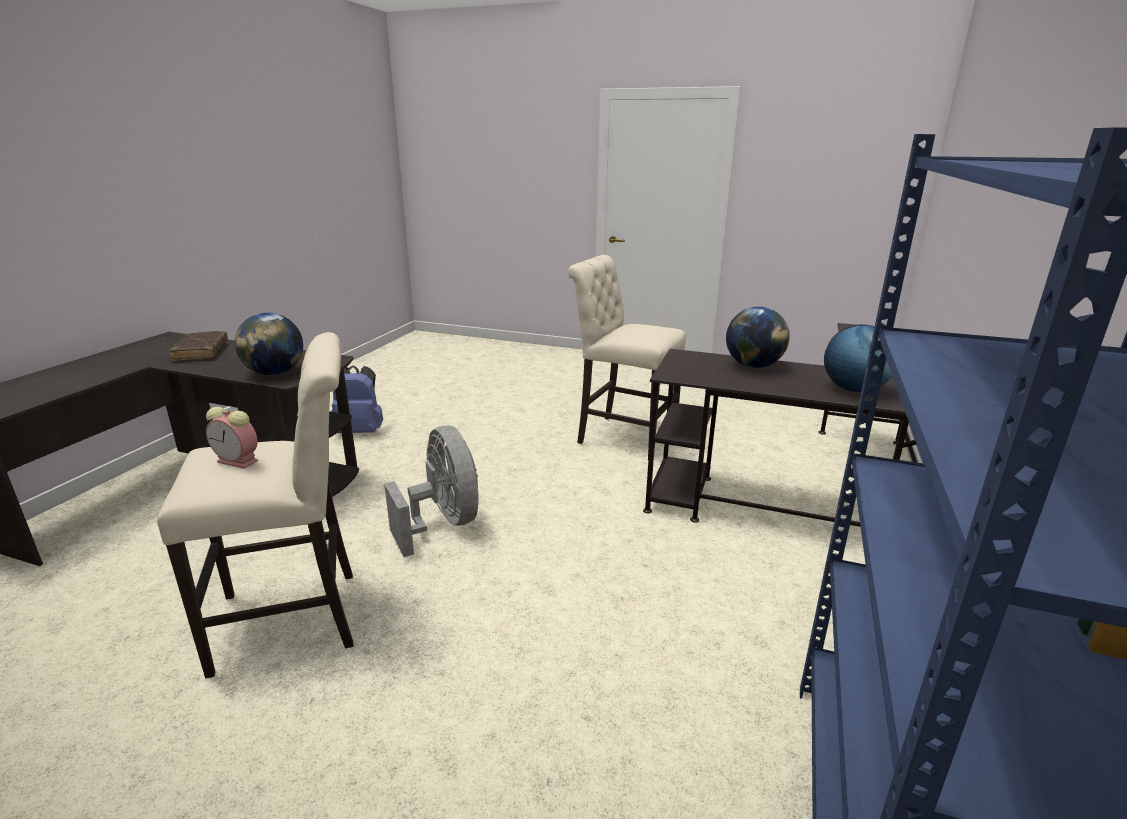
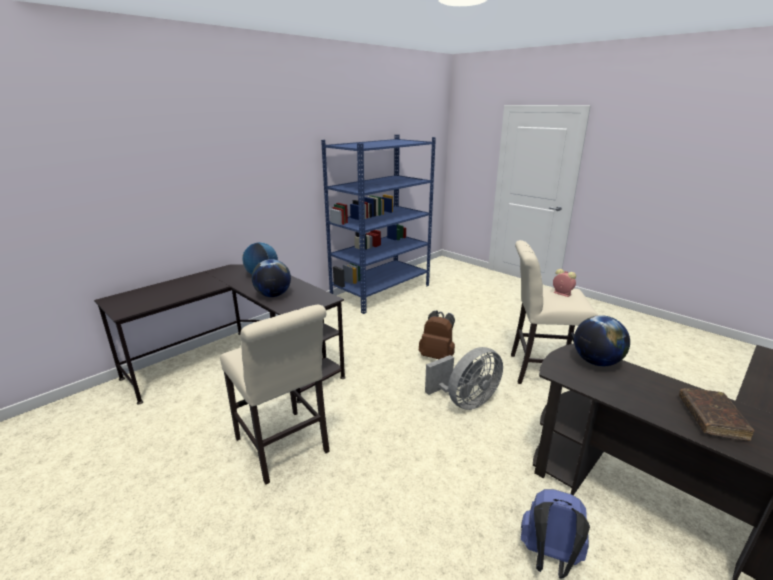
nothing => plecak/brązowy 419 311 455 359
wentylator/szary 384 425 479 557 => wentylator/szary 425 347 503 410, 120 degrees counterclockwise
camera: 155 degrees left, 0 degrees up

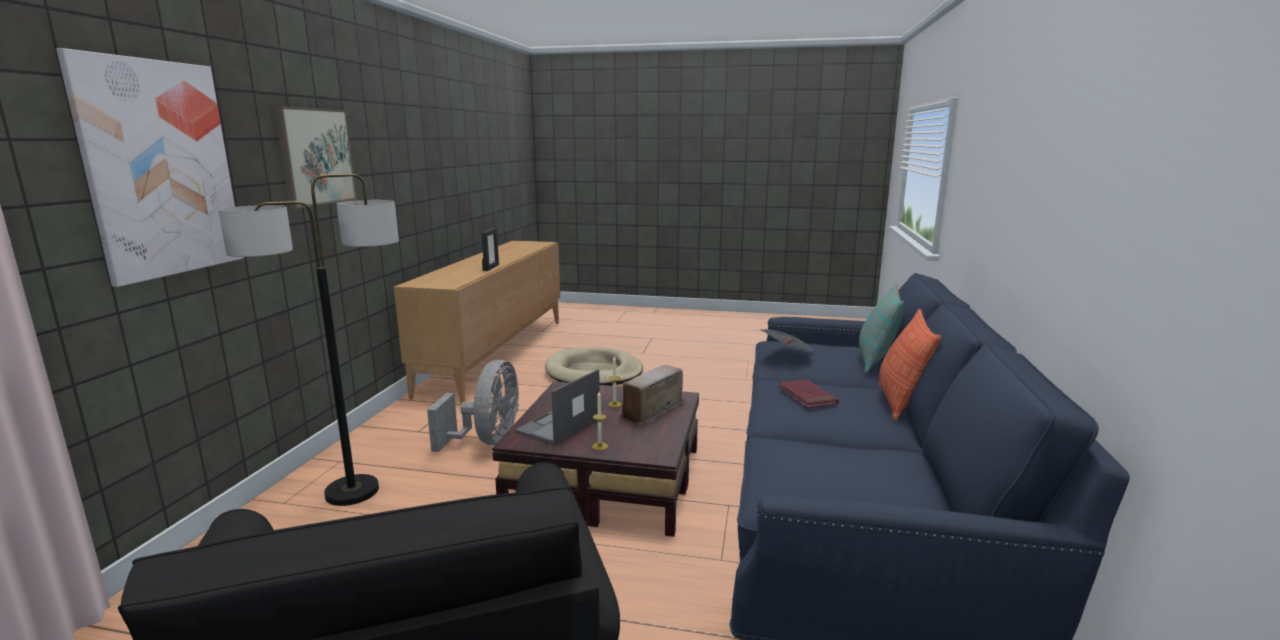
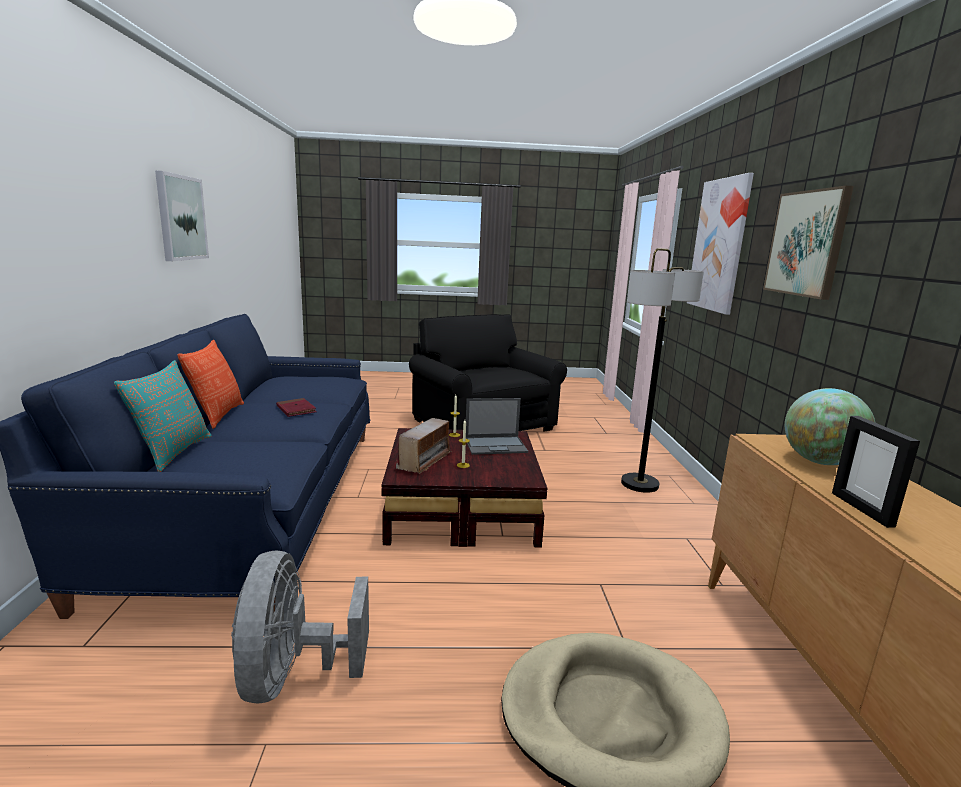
gazeta 761 329 814 351 => nothing
nothing => obraz 155 171 209 261
nothing => globus 785 388 875 465
wentylator/szary 427 360 519 452 => wentylator/szary 231 550 369 703, relocated
laptop 515 369 600 445 => laptop 466 398 528 455, 60 degrees clockwise
camera: 165 degrees right, 0 degrees up

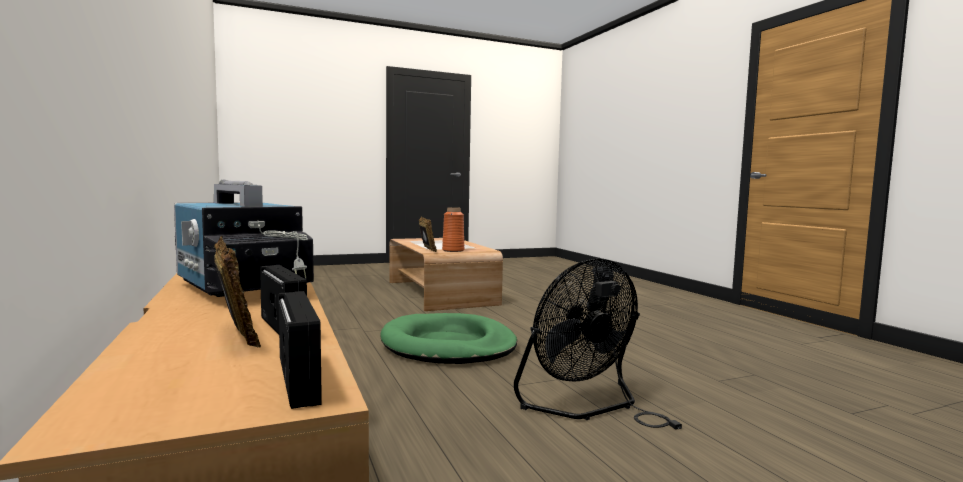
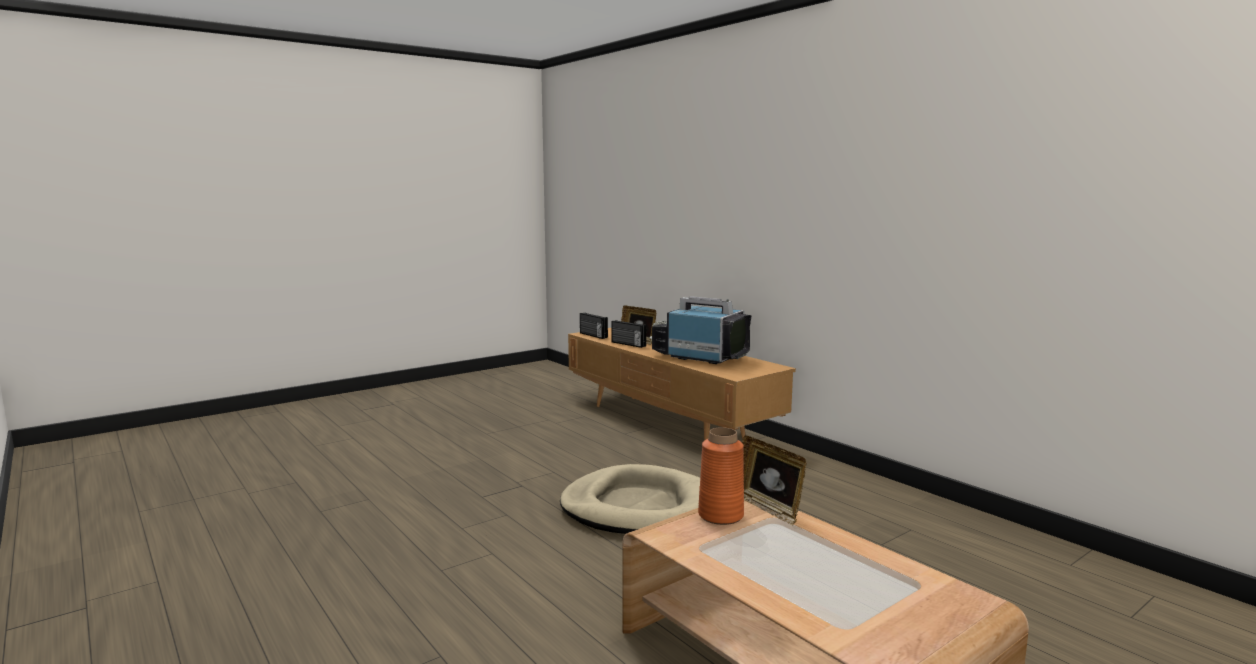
wentylator/czarny 514 259 682 430 => nothing
legowisko/zielony 380 313 517 364 => legowisko/beżowy 560 464 700 534
camera: 165 degrees right, 5 degrees up

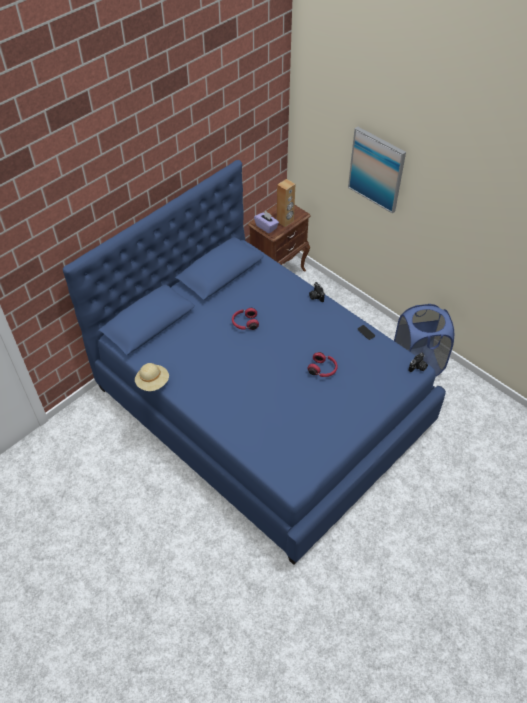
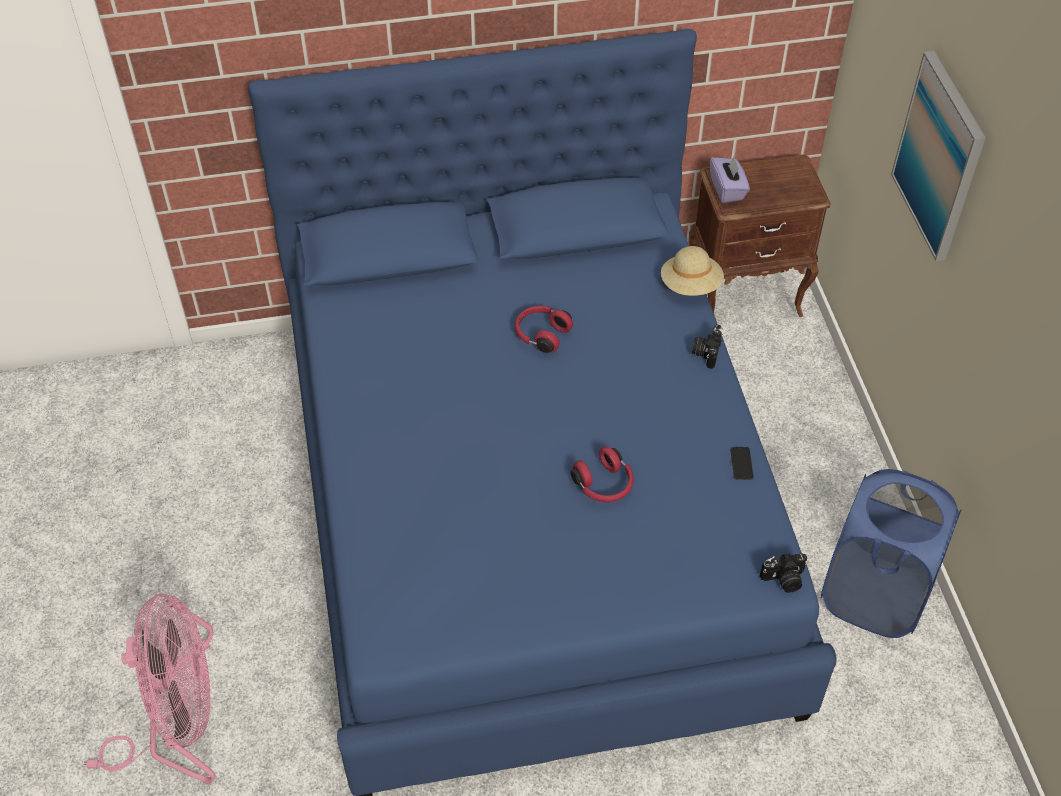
głośnik/brązowy 277 179 295 227 => nothing
nothing => wentylator/różowy 85 594 216 785
kapelusz/beżowy 135 363 169 391 => kapelusz/beżowy 661 246 724 296, relocated
camera: 35 degrees right, 0 degrees up

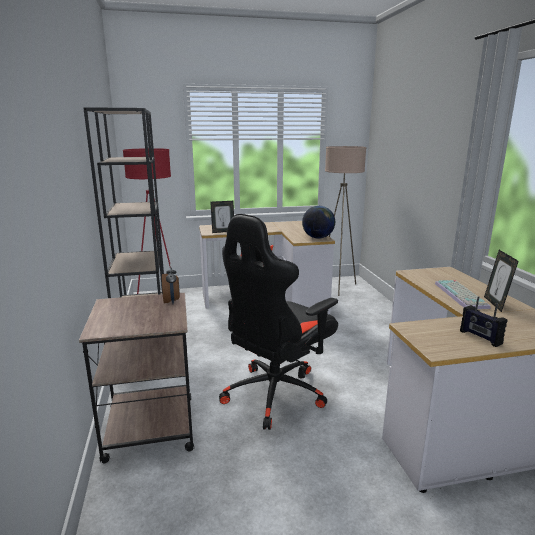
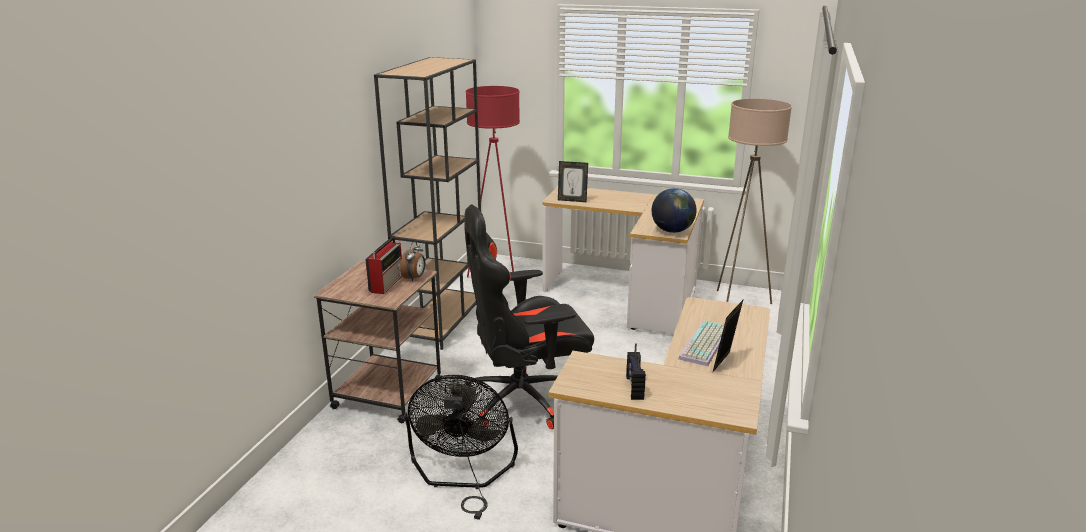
nothing => radio 365 236 402 294
nothing => wentylator/czarny 404 375 518 520
camera: 30 degrees right, 5 degrees up

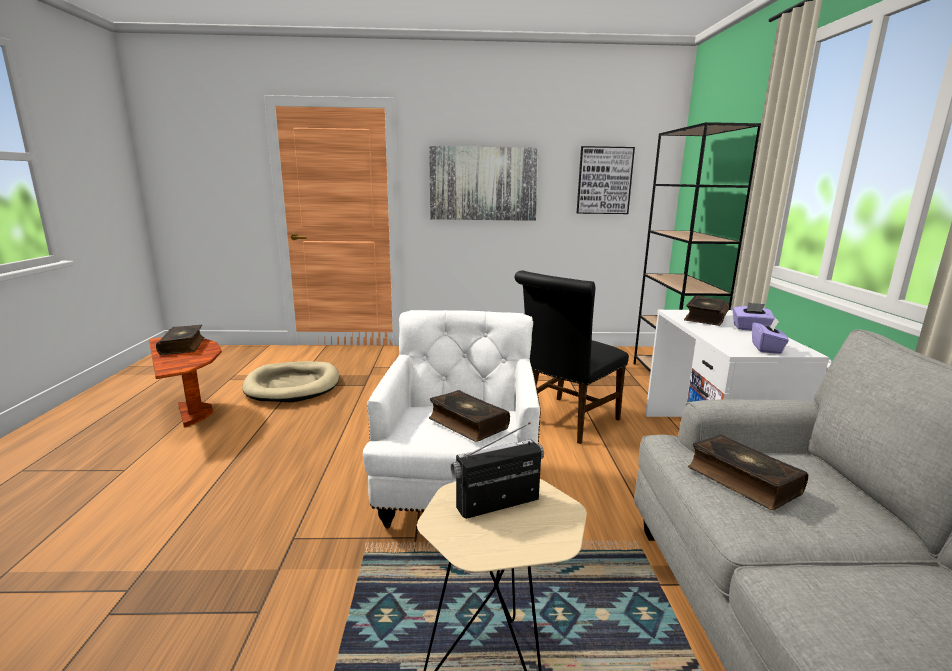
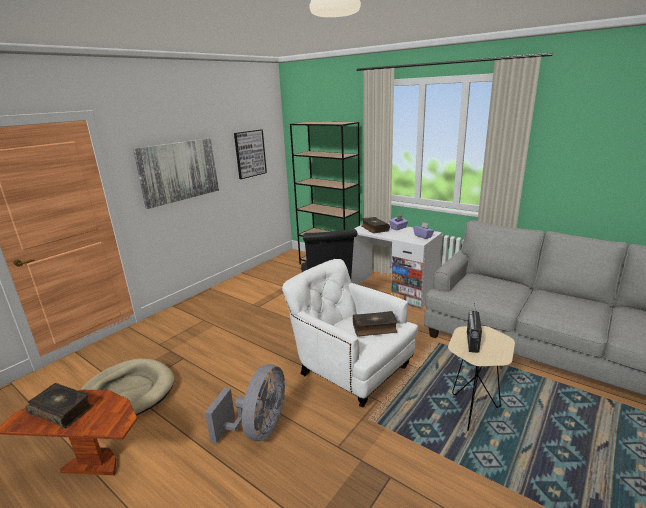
książka 688 434 808 510 => nothing
nothing => wentylator/szary 205 364 285 444
camera: 50 degrees left, 5 degrees up

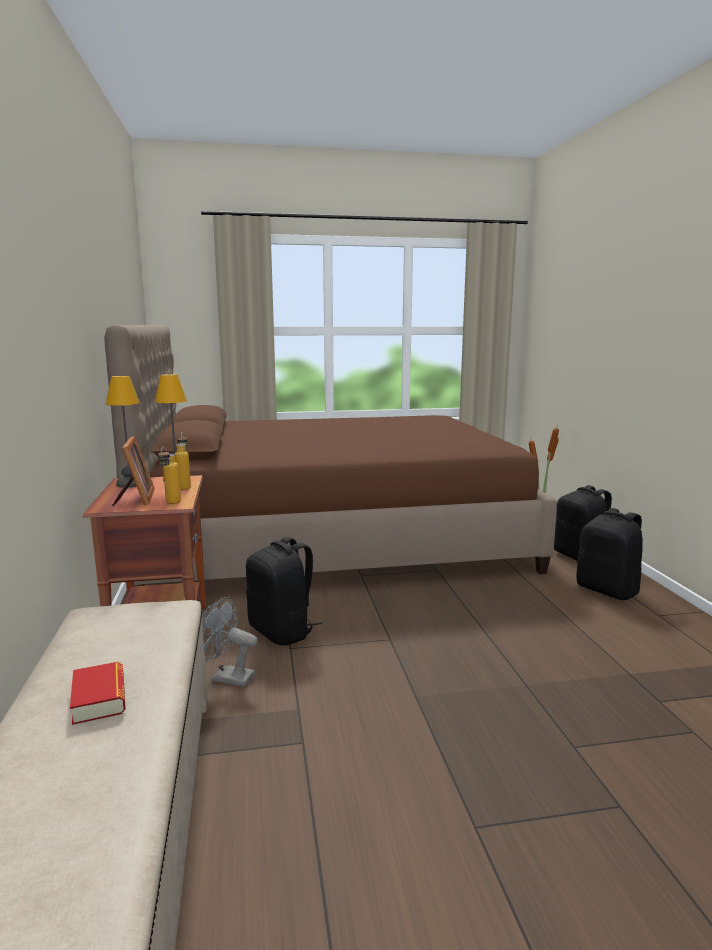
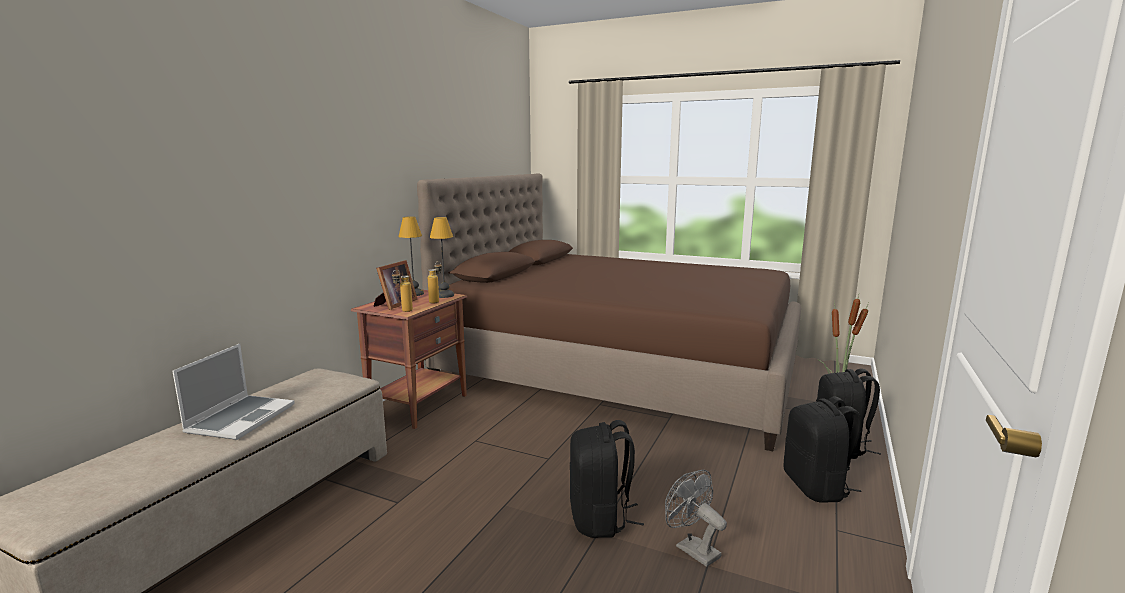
wentylator/szary 202 597 258 687 => wentylator/szary 665 470 727 567, relocated
plecak/czarny 246 537 322 646 => plecak/czarny 570 420 644 538, relocated
książka 70 662 126 725 => laptop 172 344 295 440
camera: 35 degrees right, 0 degrees up

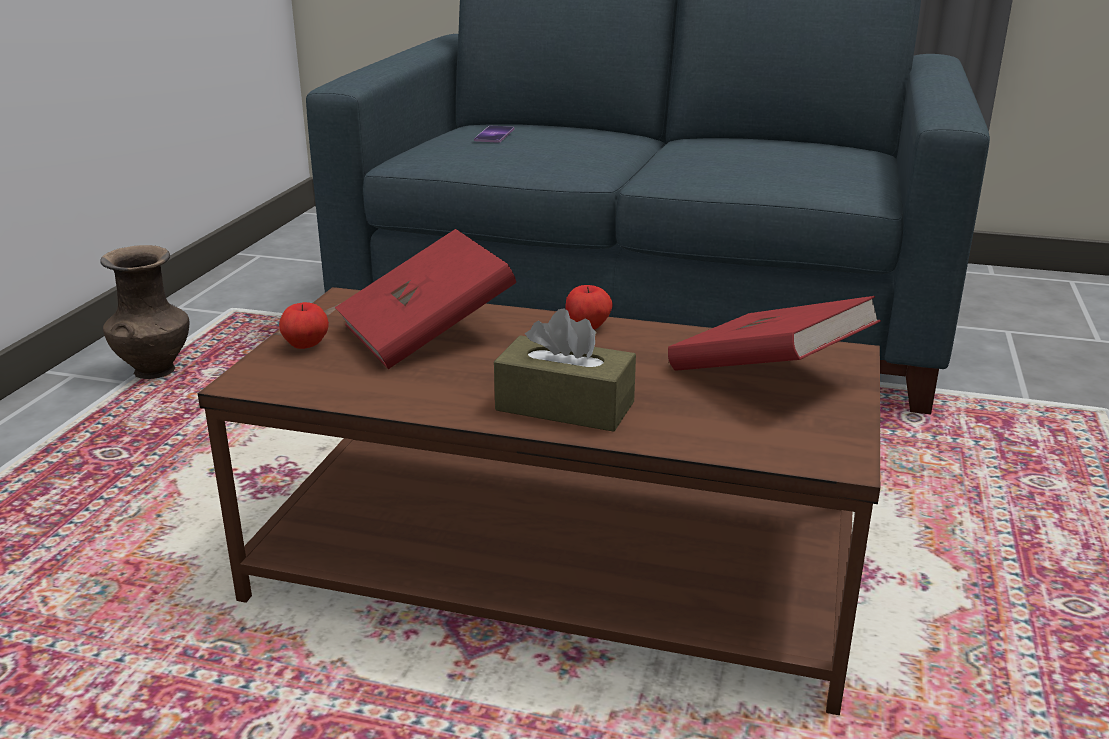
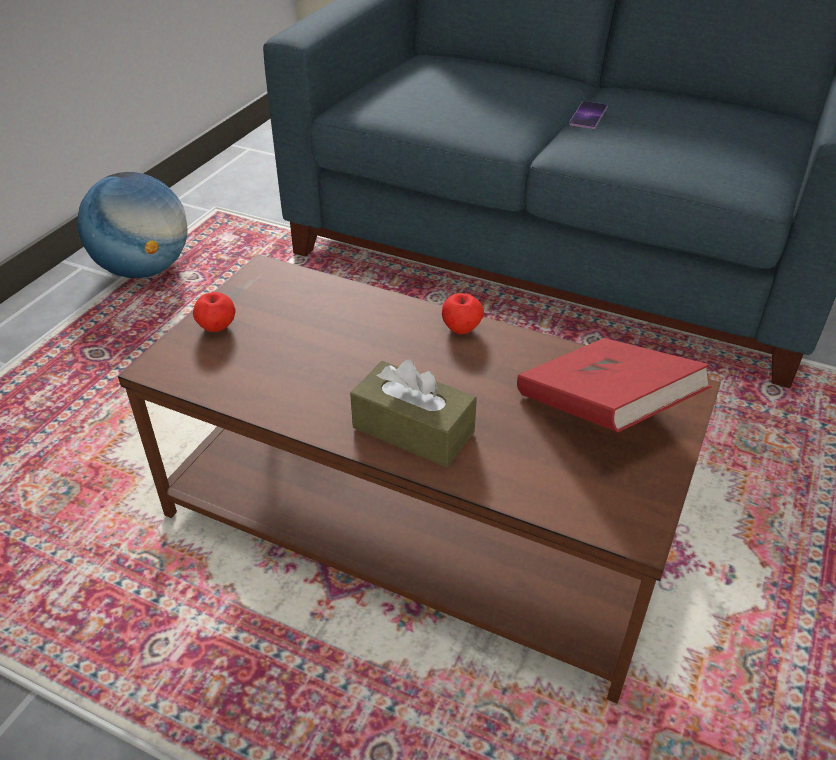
książka/czerwony 335 229 516 369 => nothing
telefon 474 126 514 143 => telefon 569 101 608 129, relocated
wazon/brązowy 100 245 190 379 => globus 78 172 188 278
camera: 10 degrees right, 15 degrees up

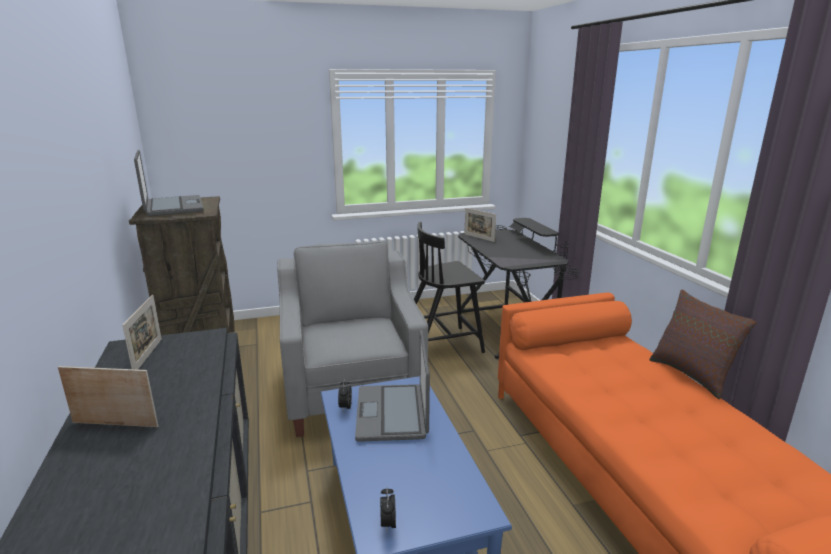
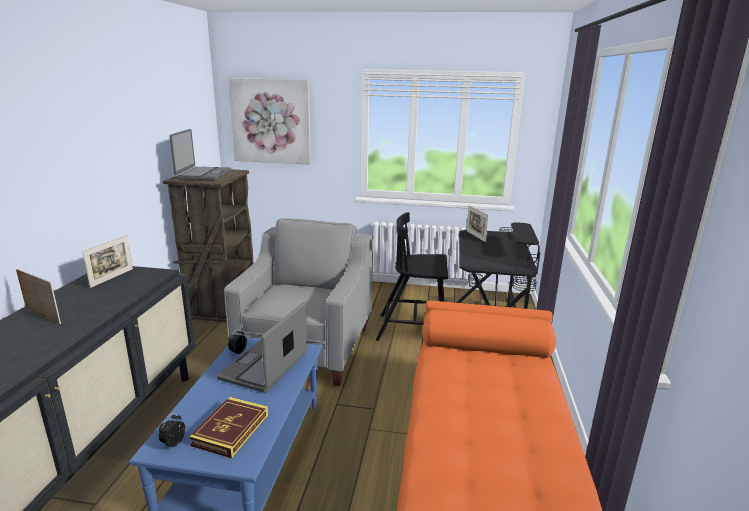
poduszka/brązowy 650 289 757 399 => nothing
nothing => książka 189 397 268 458
nothing => obraz 228 78 311 165
camera: 25 degrees right, 0 degrees up

